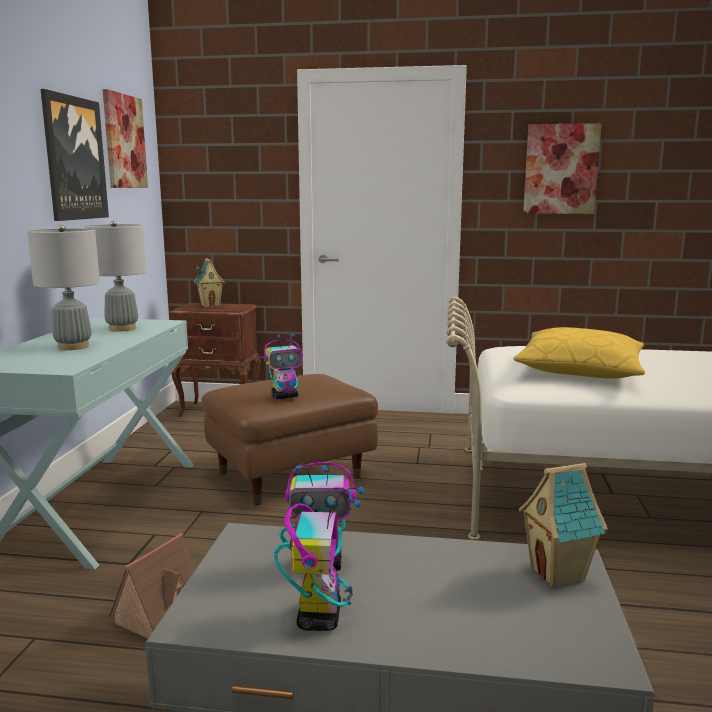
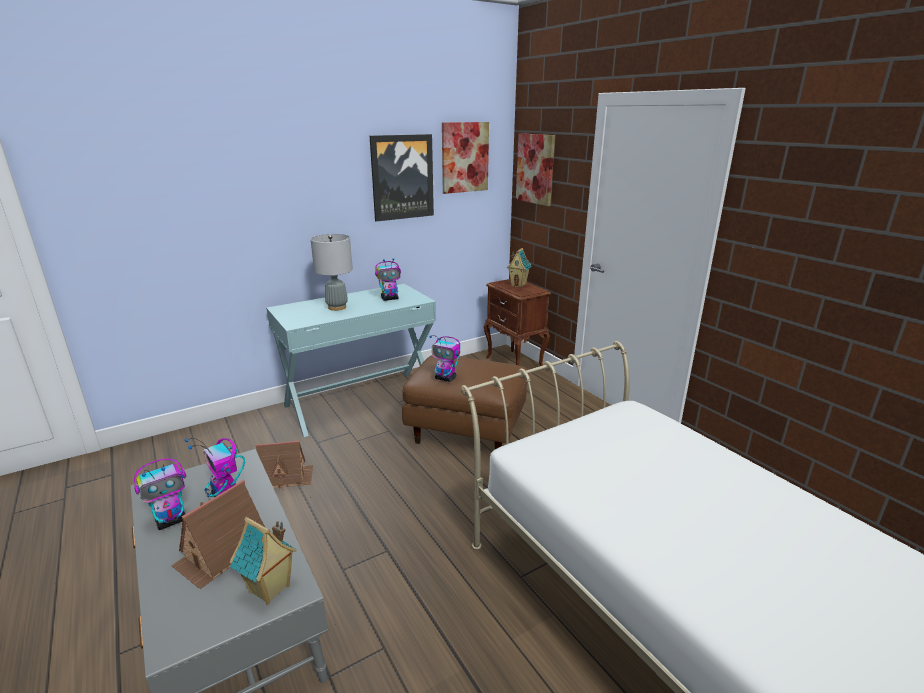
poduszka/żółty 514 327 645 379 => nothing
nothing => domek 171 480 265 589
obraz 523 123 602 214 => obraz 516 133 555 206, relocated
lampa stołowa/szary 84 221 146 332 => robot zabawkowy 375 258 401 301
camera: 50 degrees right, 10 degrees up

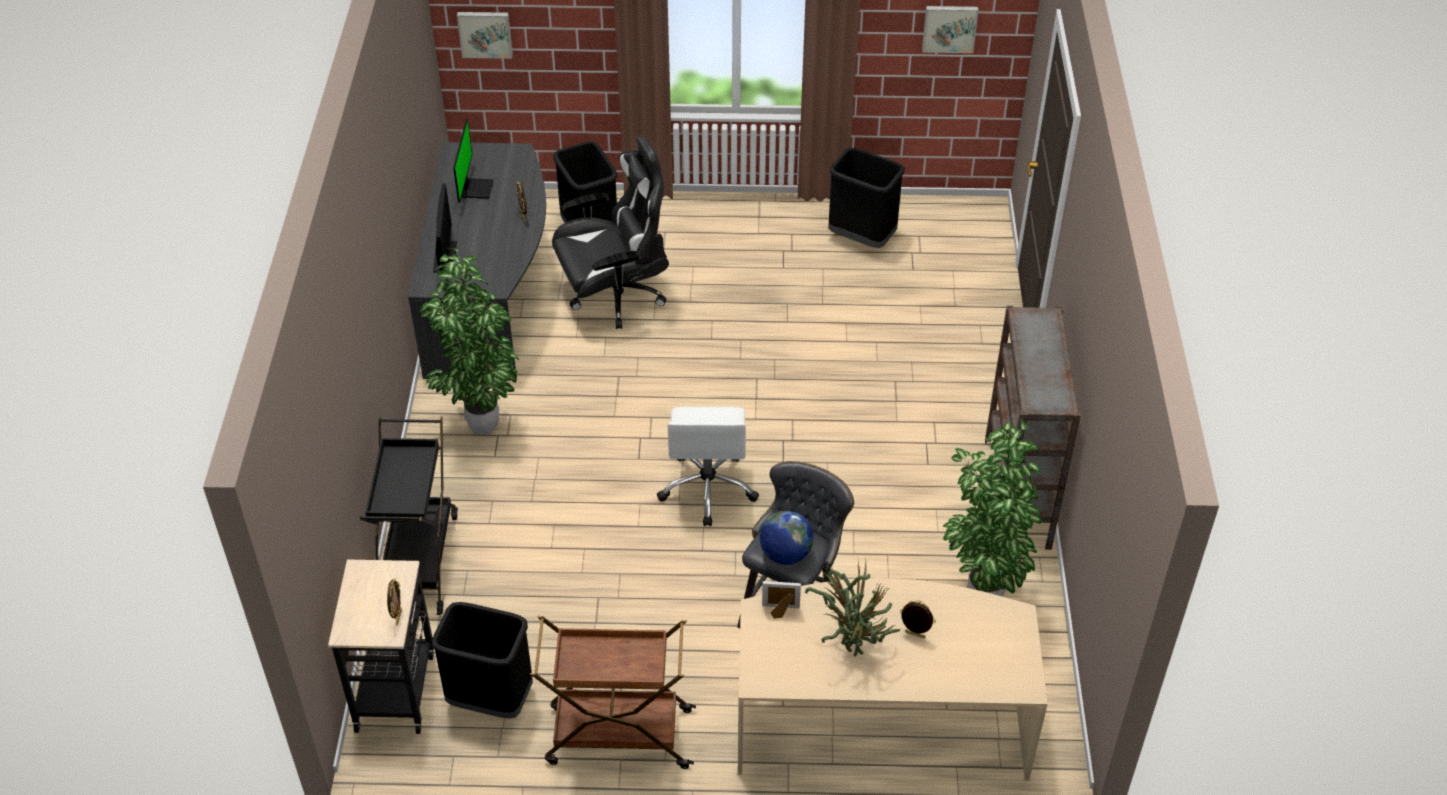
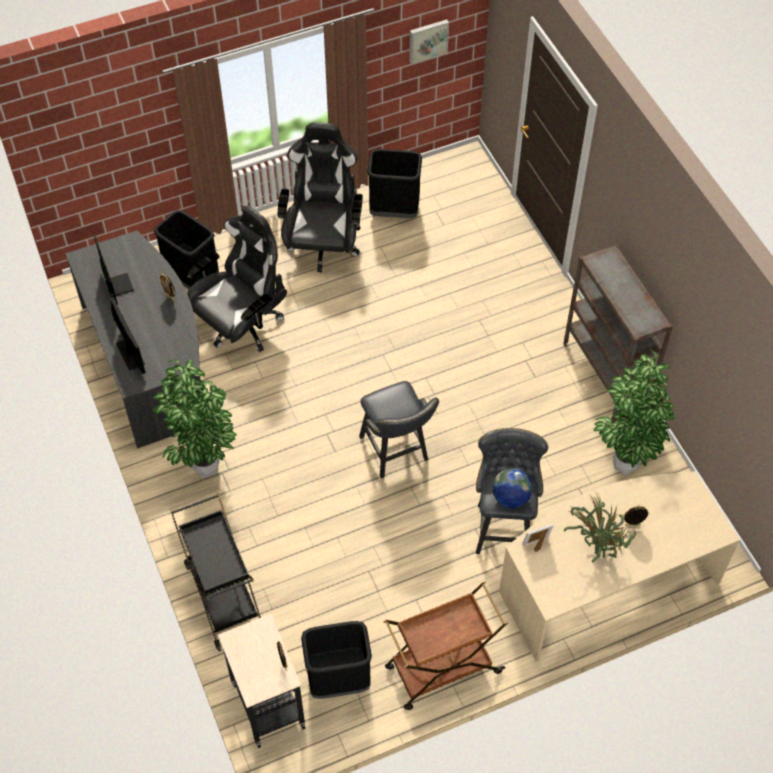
obraz 457 12 513 59 => nothing
nothing => krzesło biurowe/czarny 278 122 363 272
krzesło biurowe/biały 657 407 759 526 => stołek/szary 359 381 439 478
camera: 25 degrees left, 10 degrees up

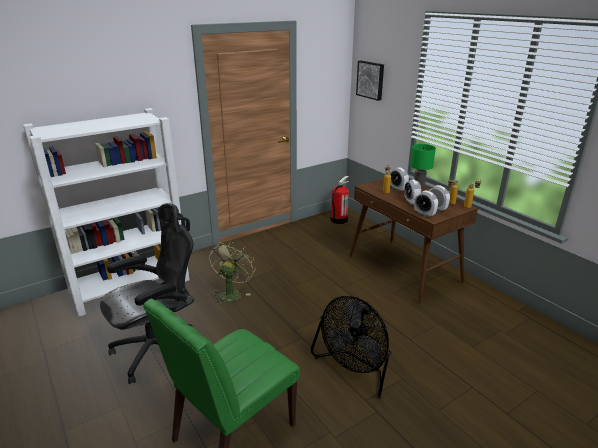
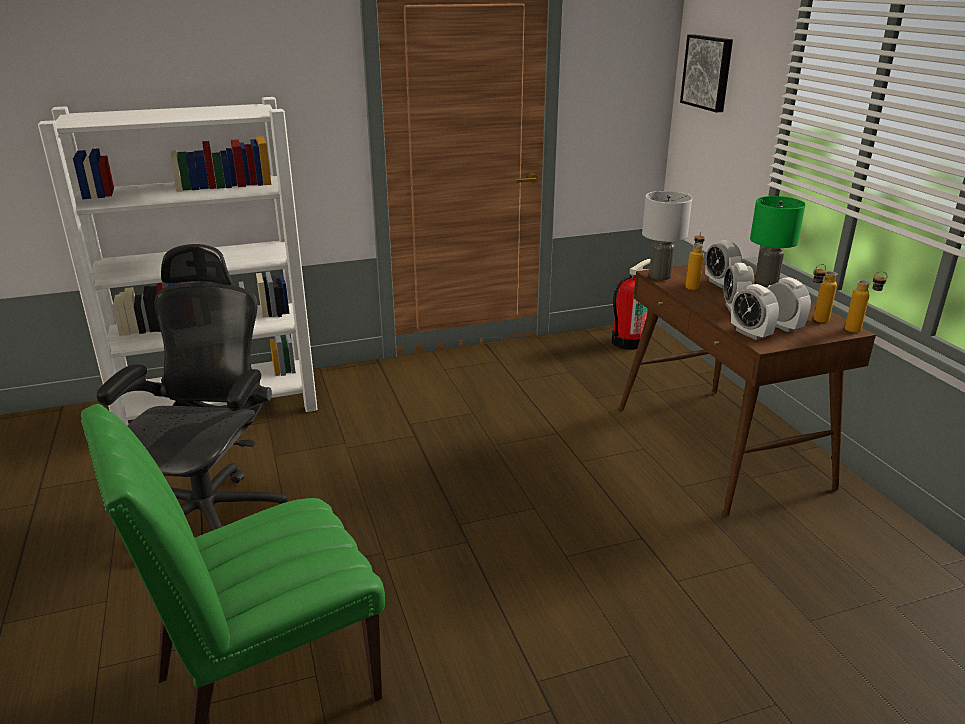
wentylator/zielony 209 241 256 304 => nothing
wentylator/czarny 311 296 392 399 => nothing
nothing => lampa stołowa/biały 642 191 692 280
krzesło biurowe 100 203 194 384 => krzesło biurowe 97 244 288 531, 60 degrees counterclockwise
camera: 15 degrees right, 0 degrees up

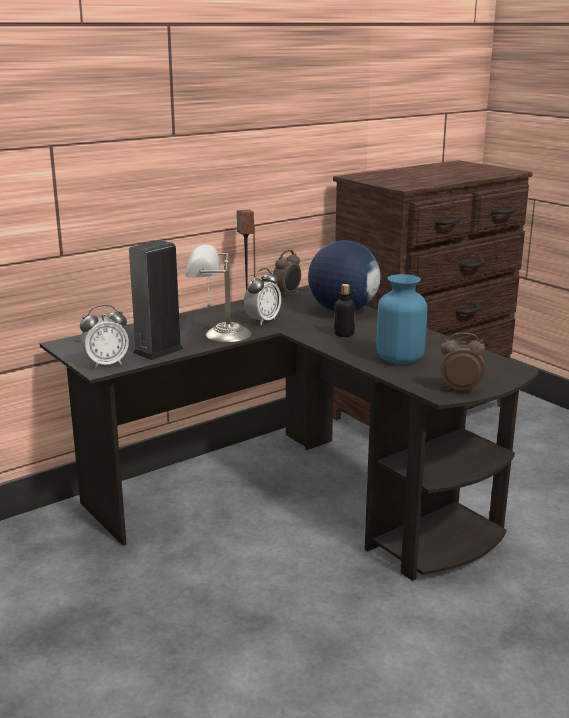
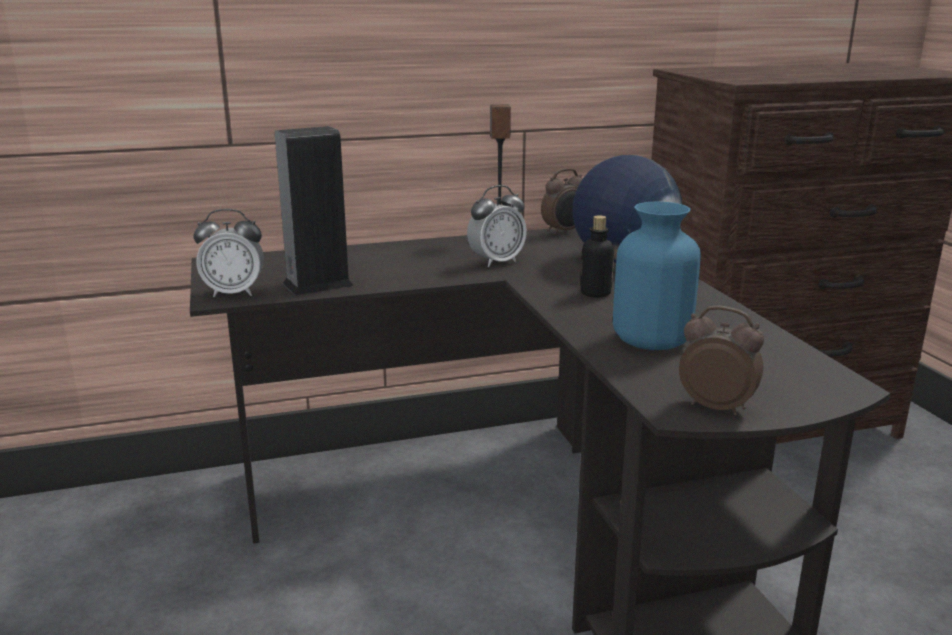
lampa stołowa/biały 185 244 252 342 => nothing
camera: 20 degrees right, 0 degrees up

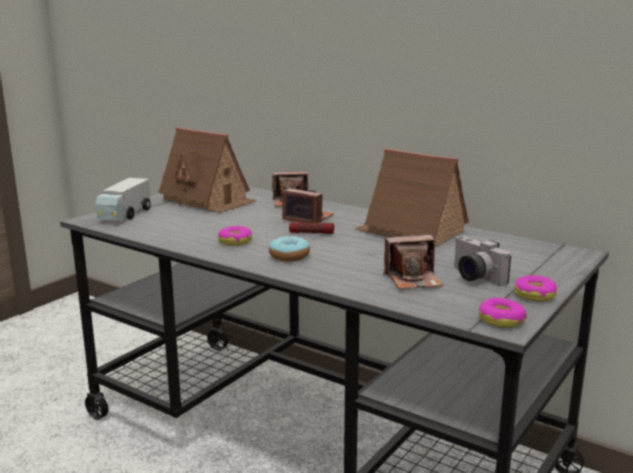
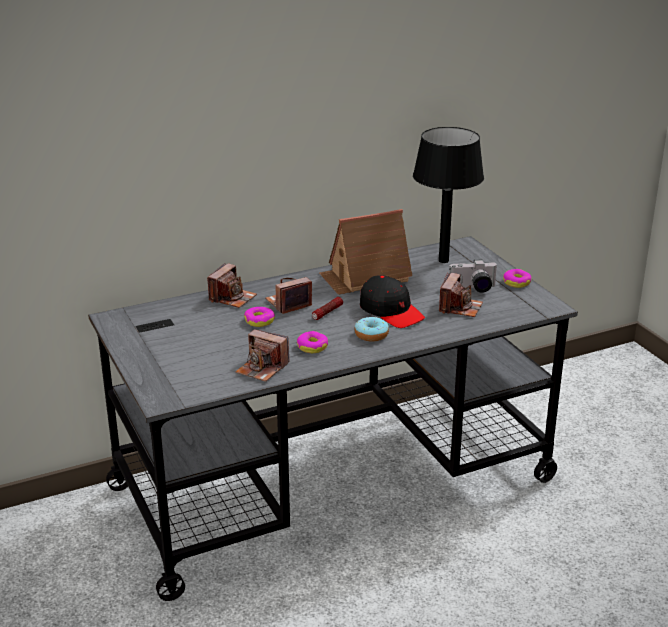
ciężarówka zabawkowa 96 178 151 221 => nothing
domek 158 127 257 213 => nothing
nothing => aparat fotograficzny 235 329 290 382
nothing => czapka z daszkiem/czarny 360 275 425 328
nothing => lampa stołowa/czarny 413 127 484 263
donut 478 298 527 328 => donut 244 307 275 327, relocated
camera: 60 degrees left, 10 degrees up

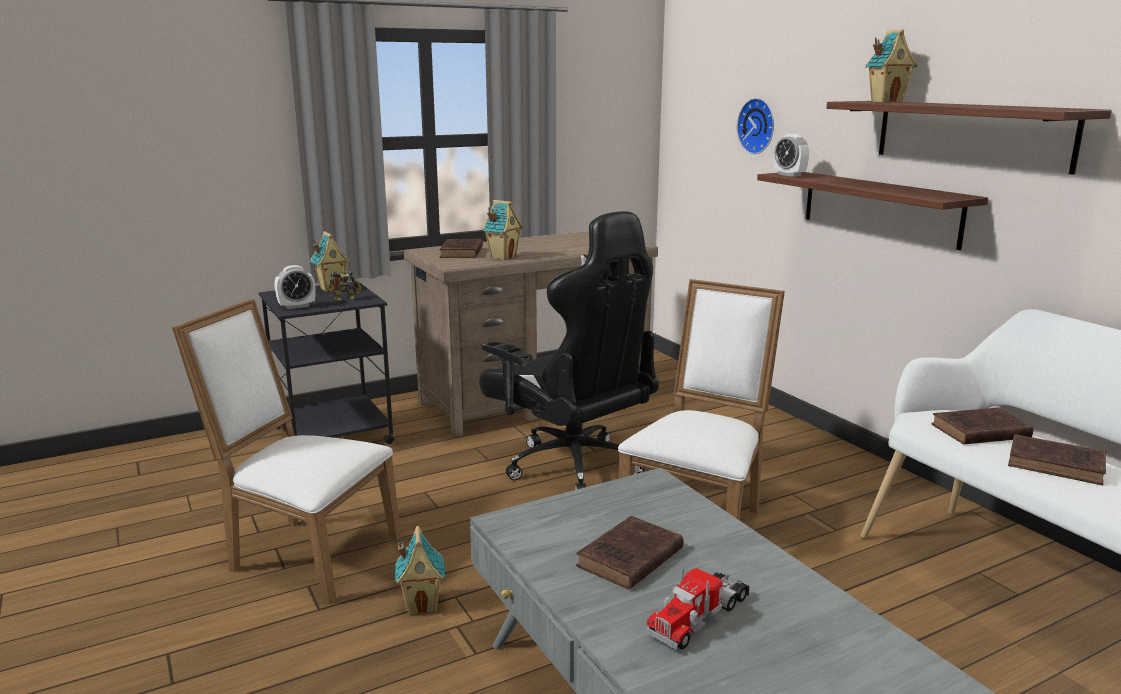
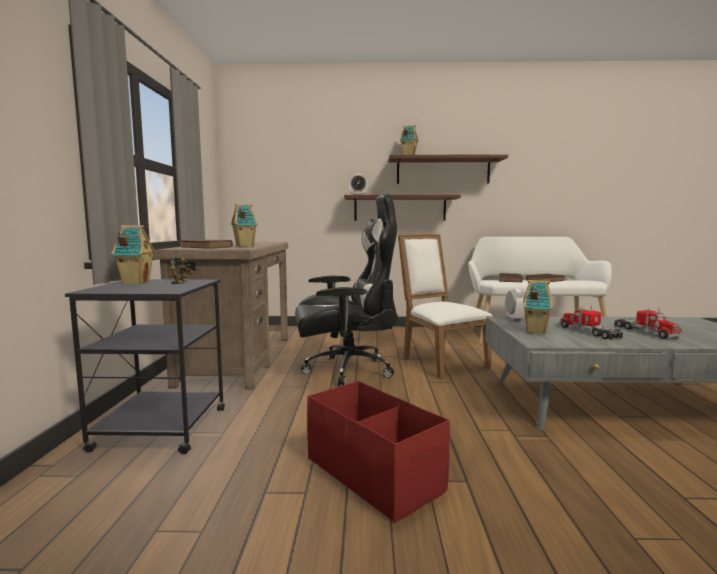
zegar ścienny 737 98 774 154 => nothing
budzik 275 265 315 309 => budzik 505 289 525 321, relocated
domek 395 526 445 615 => domek 523 280 553 334, relocated
krzesło/biały 172 299 401 605 => pojemnik do przechowywania/czerwony 307 381 450 523
książka/brązowy 576 516 683 590 => ciężarówka zabawkowa 559 306 623 340
camera: 60 degrees left, 10 degrees down

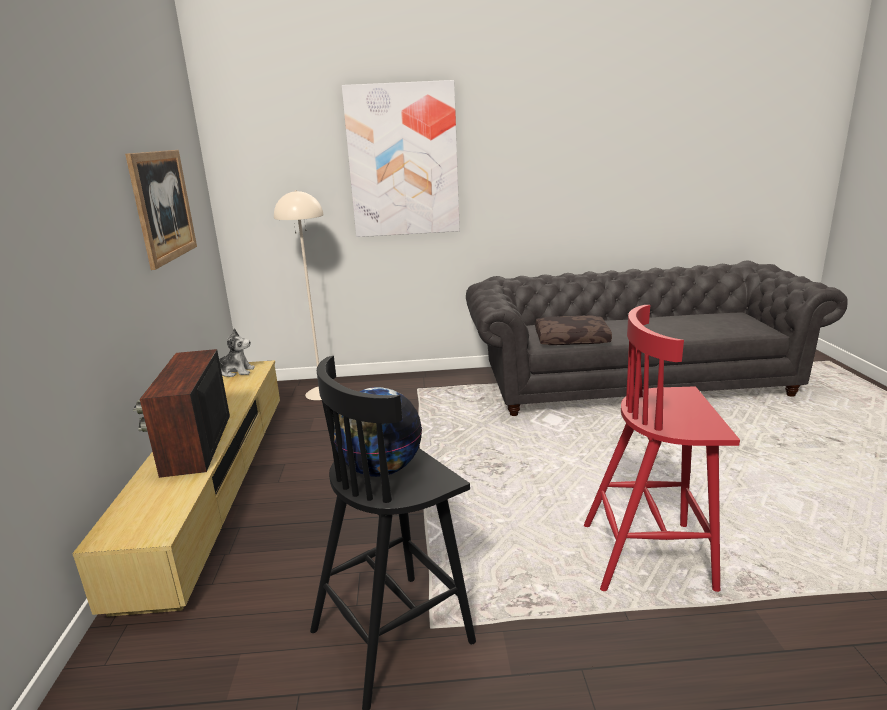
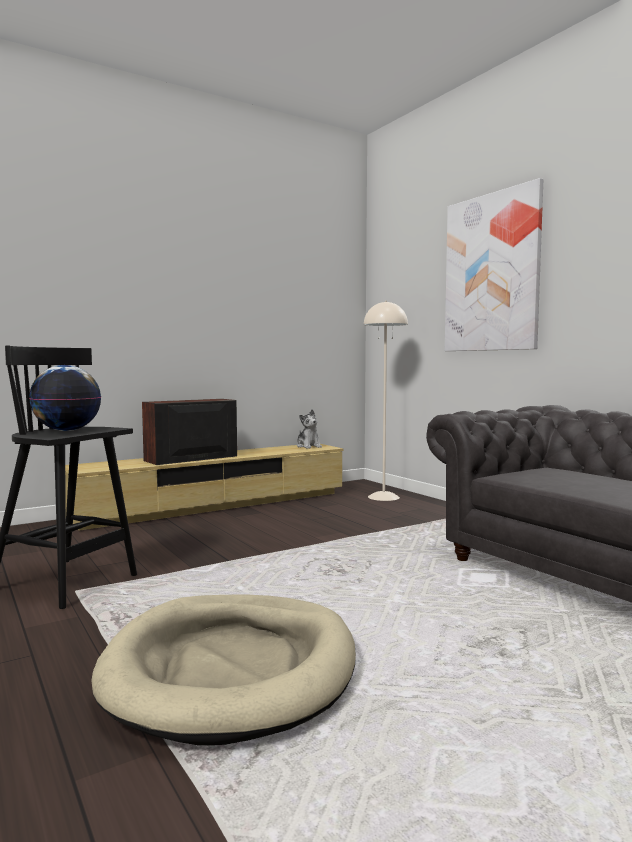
obraz 125 150 197 270 => nothing
poduszka/brązowy 535 316 612 345 => nothing
stołek/czerwony 584 305 740 592 => legowisko/beżowy 91 594 356 746
camera: 60 degrees right, 15 degrees down

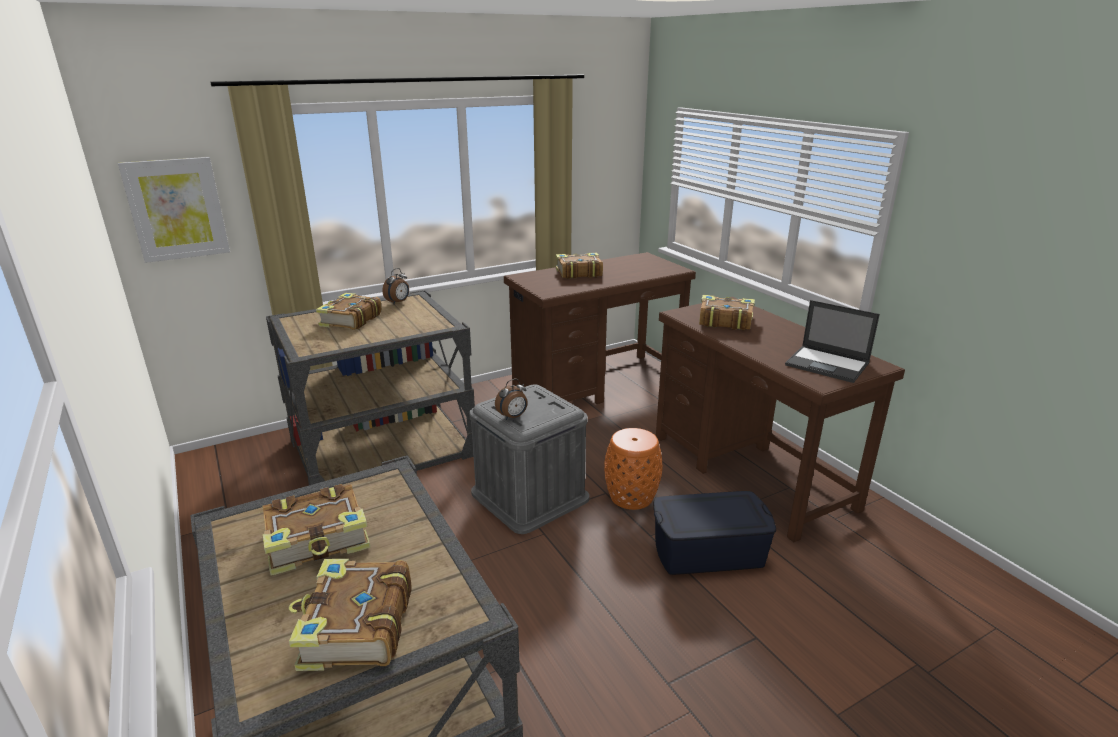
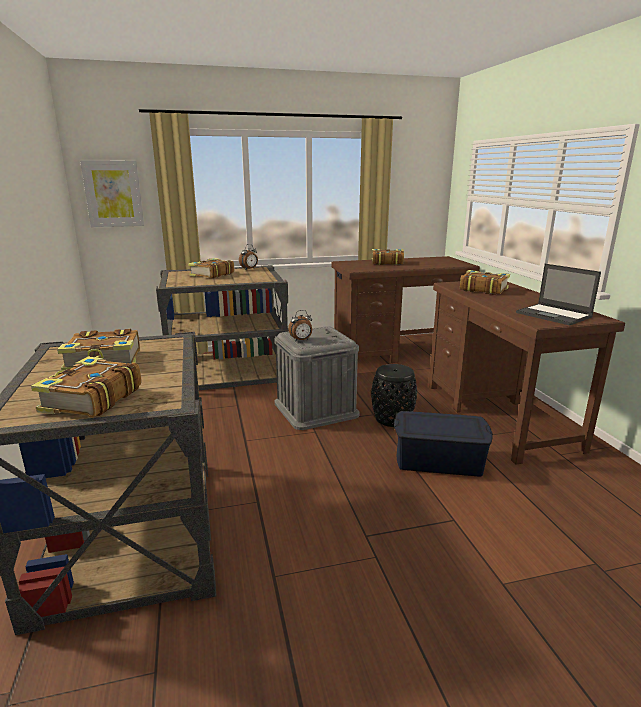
stołek/pomarańczowy 604 428 663 510 => stołek/czarny 371 364 417 427
camera: 15 degrees right, 5 degrees down

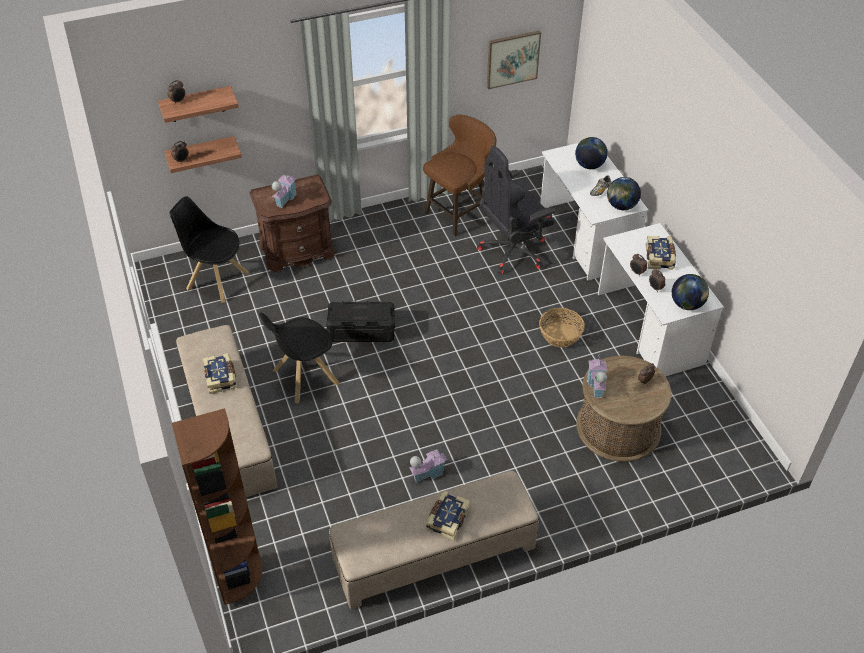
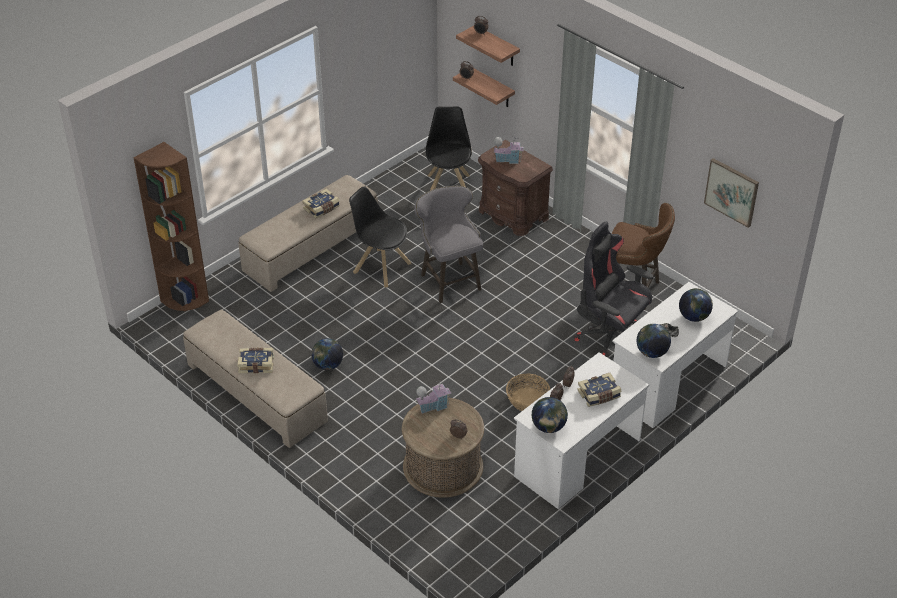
pojemnik do przechowywania/czarny 326 301 395 342 => stołek/szary 414 186 483 303
domek 409 449 447 482 => globus 311 338 343 370
camera: 65 degrees right, 5 degrees down

